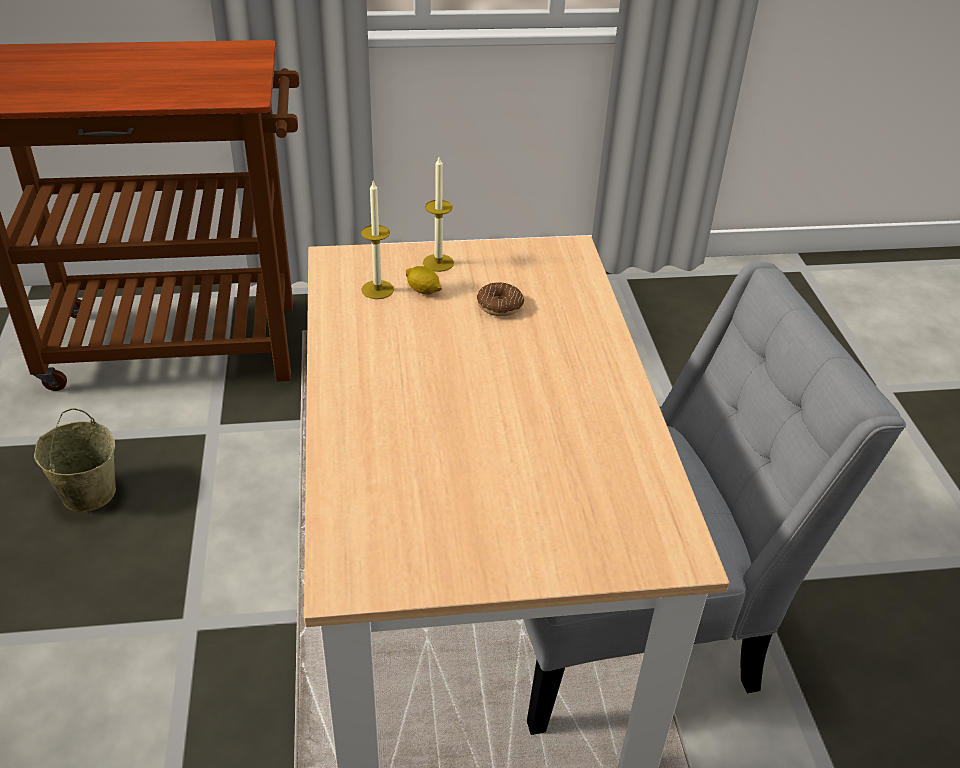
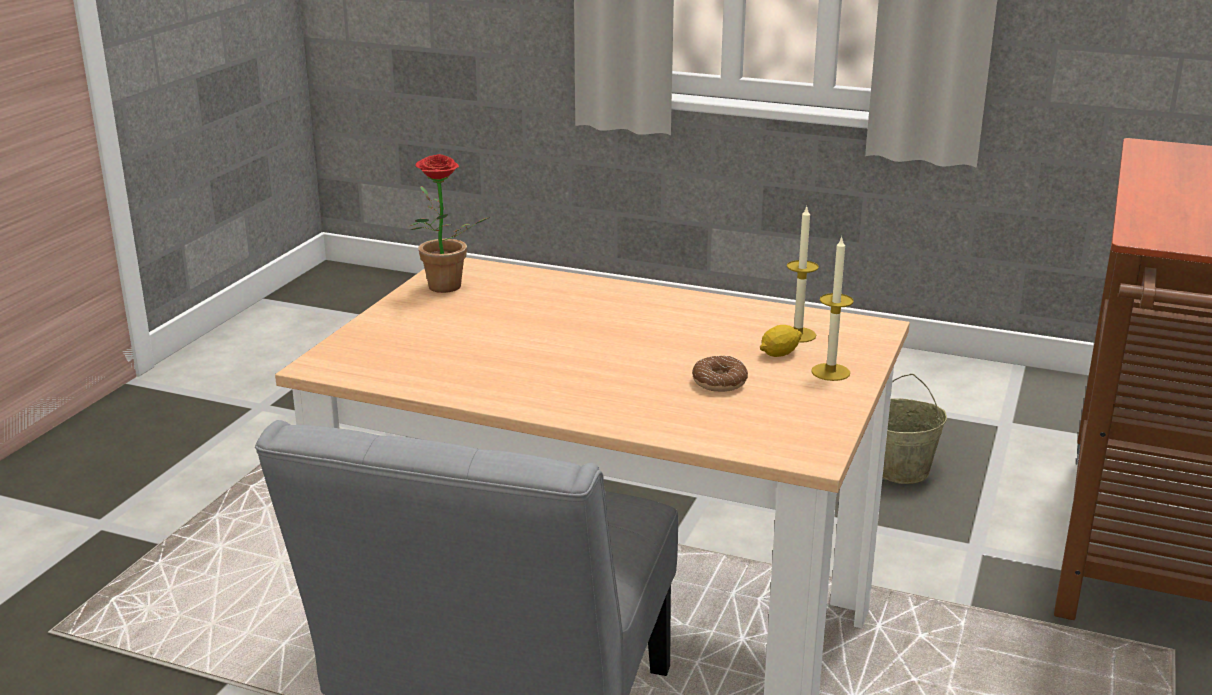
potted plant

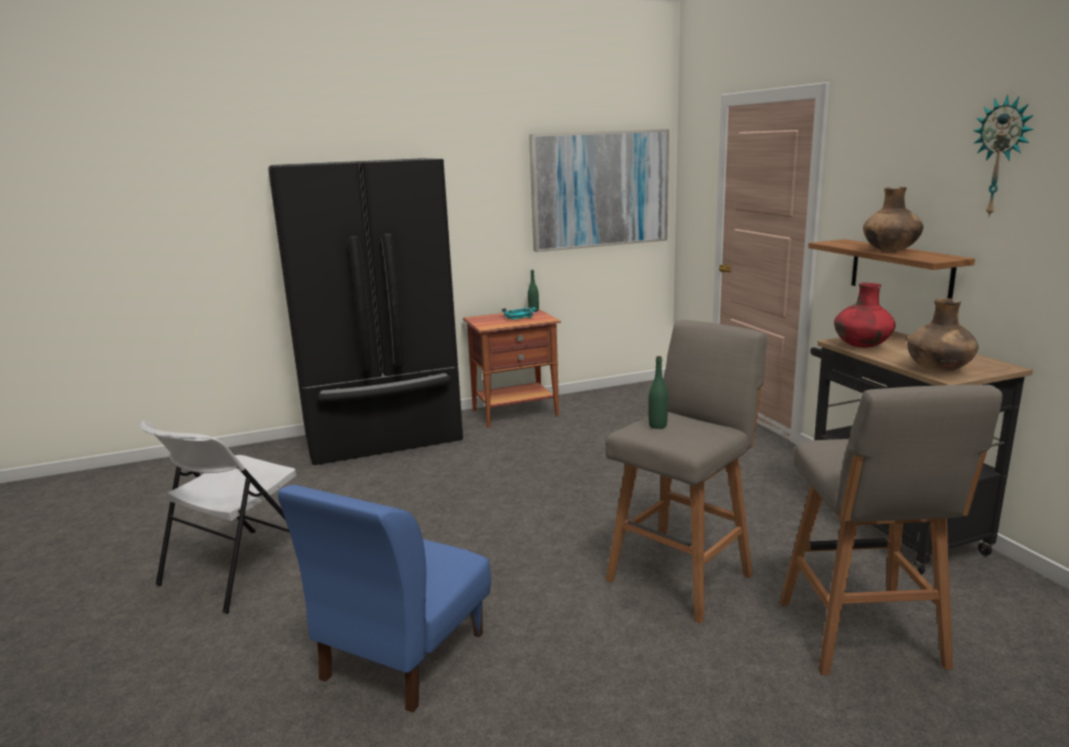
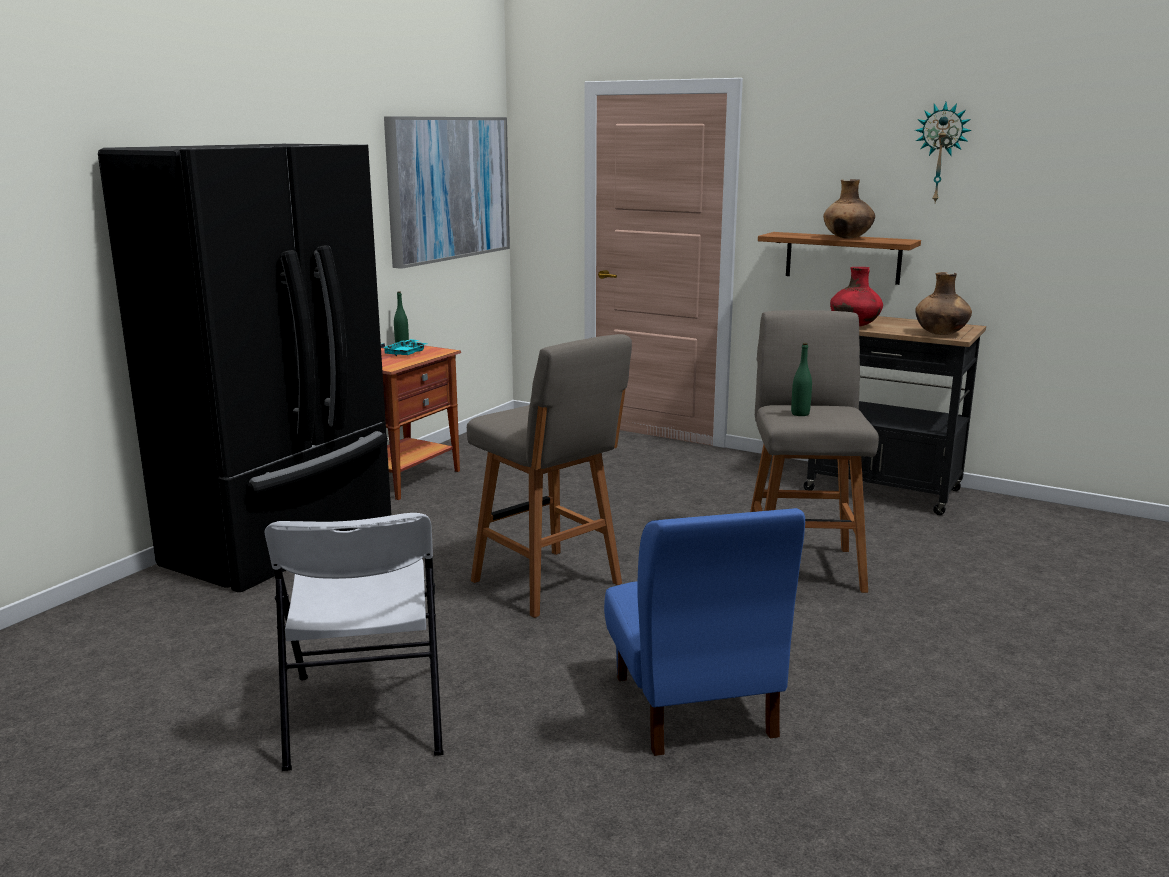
stool (grey) (no. 1 from left)

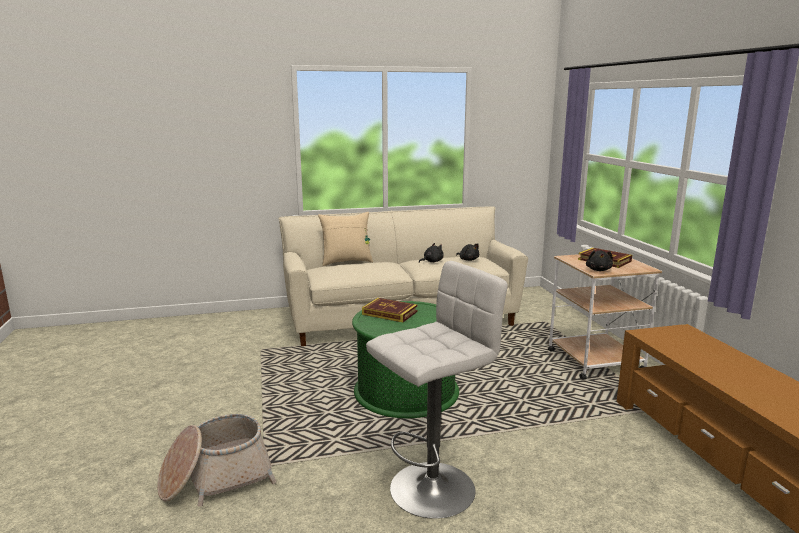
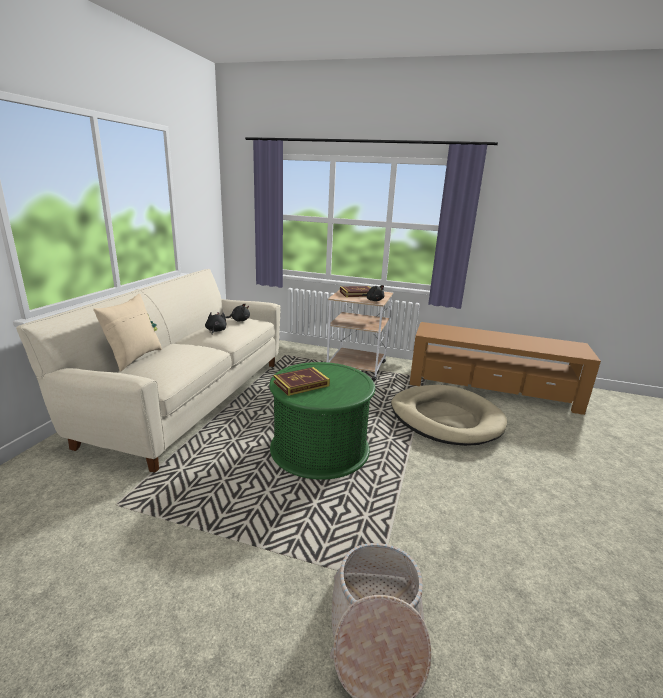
stool (white)
dog bed (beige)

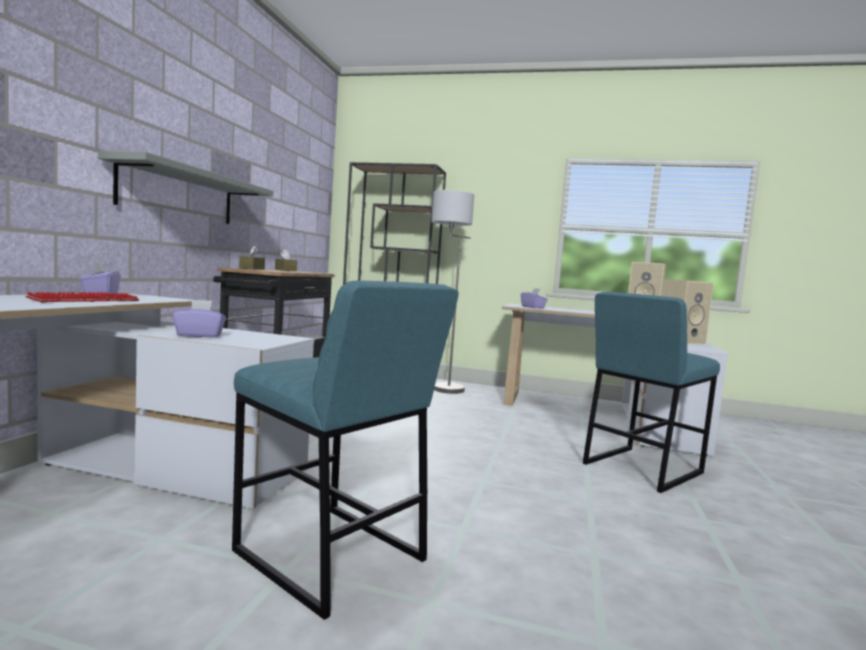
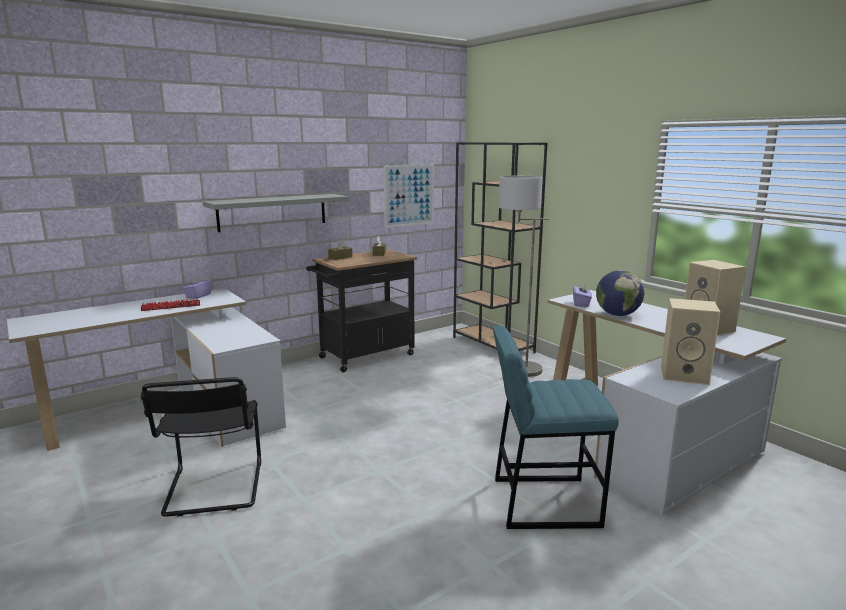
tissue box (purple) (no. 2 from left in the first image)
picture
globe
chair (black)

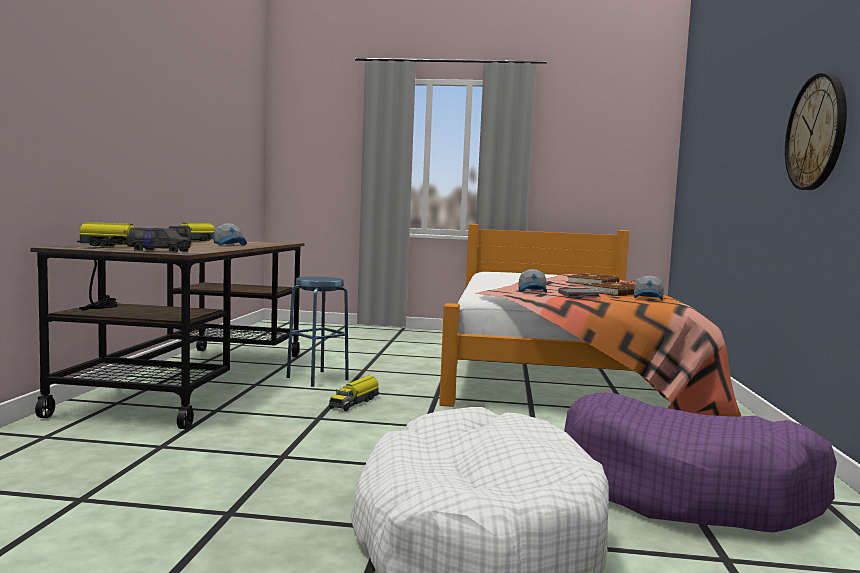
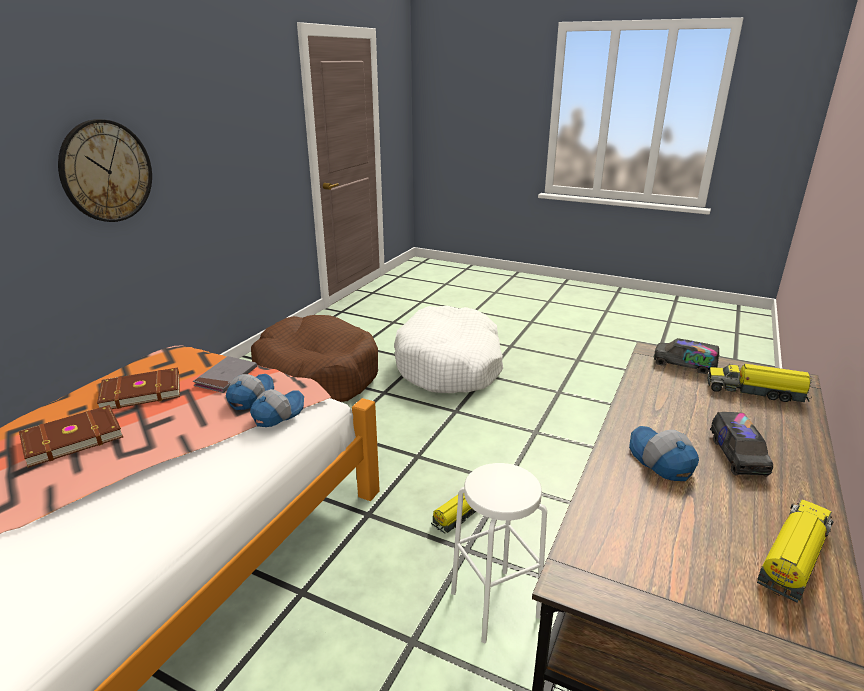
cap (no. 2 from left)
stool (white)
dog bed (brown)

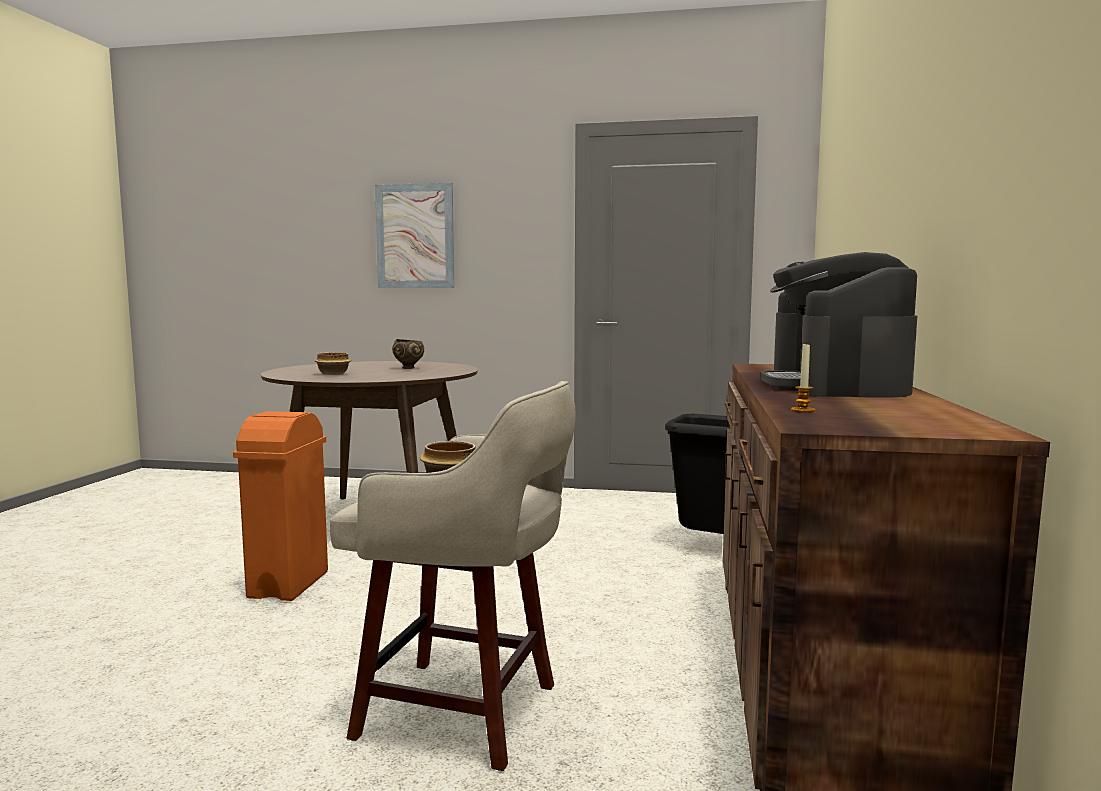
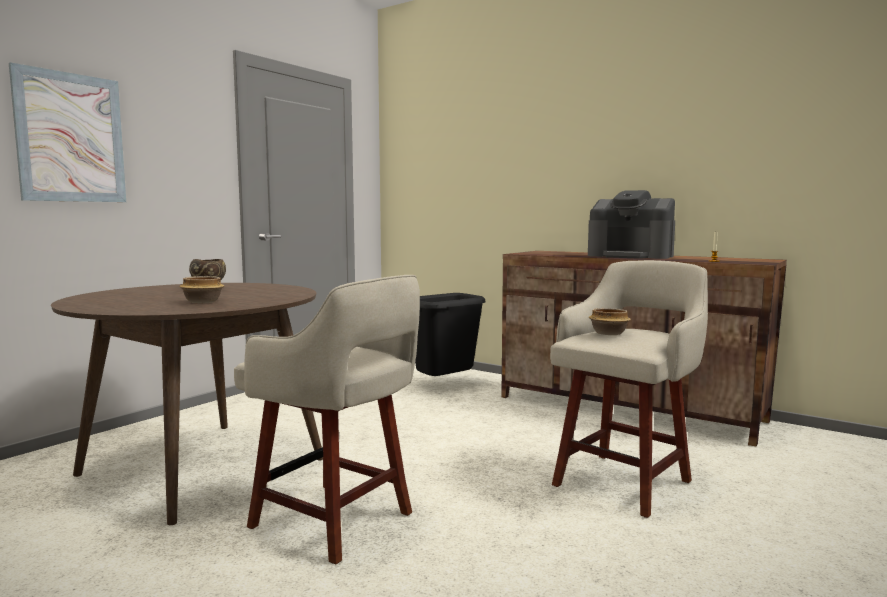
stool (beige) (no. 1 from left)

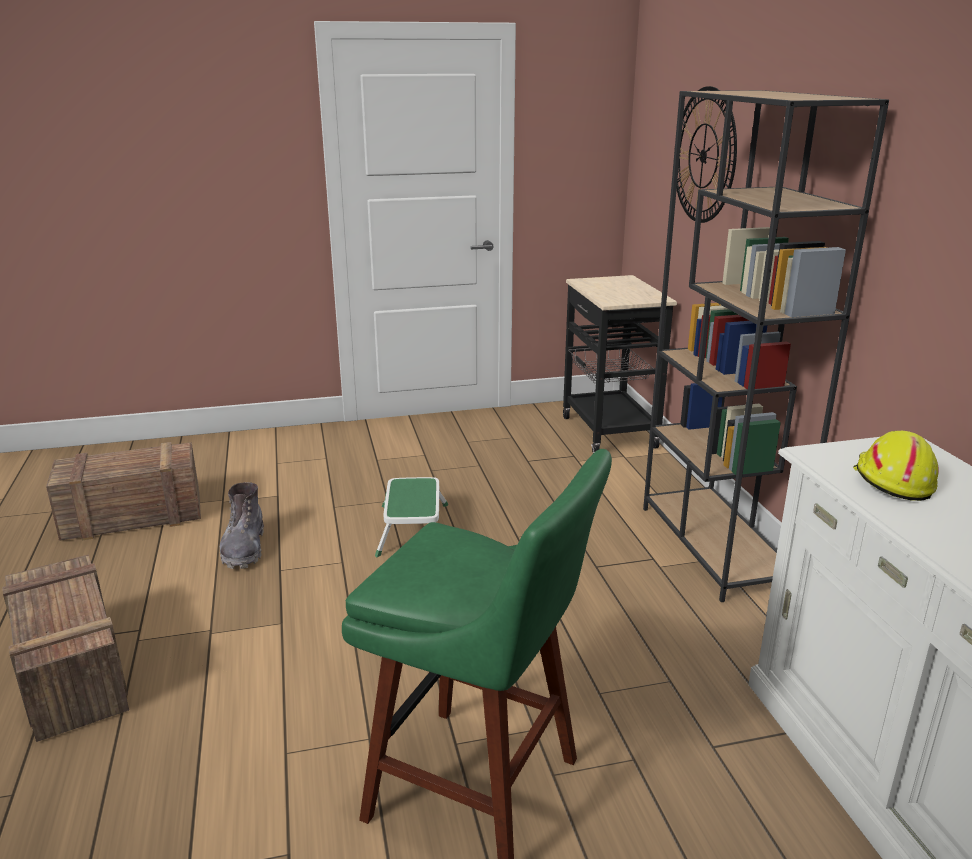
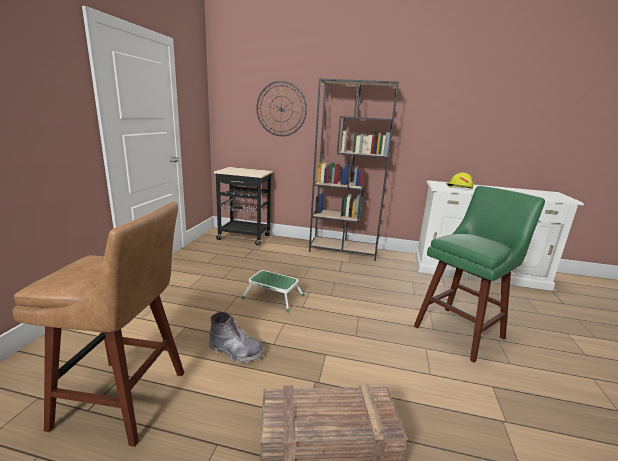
stool (brown)

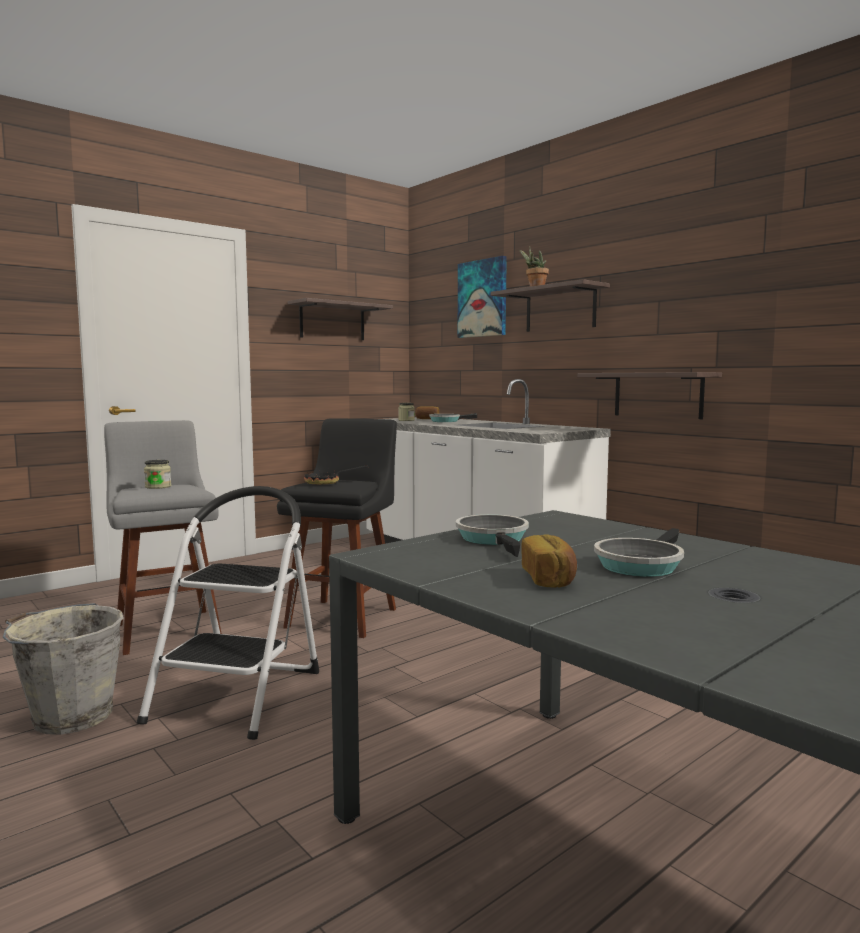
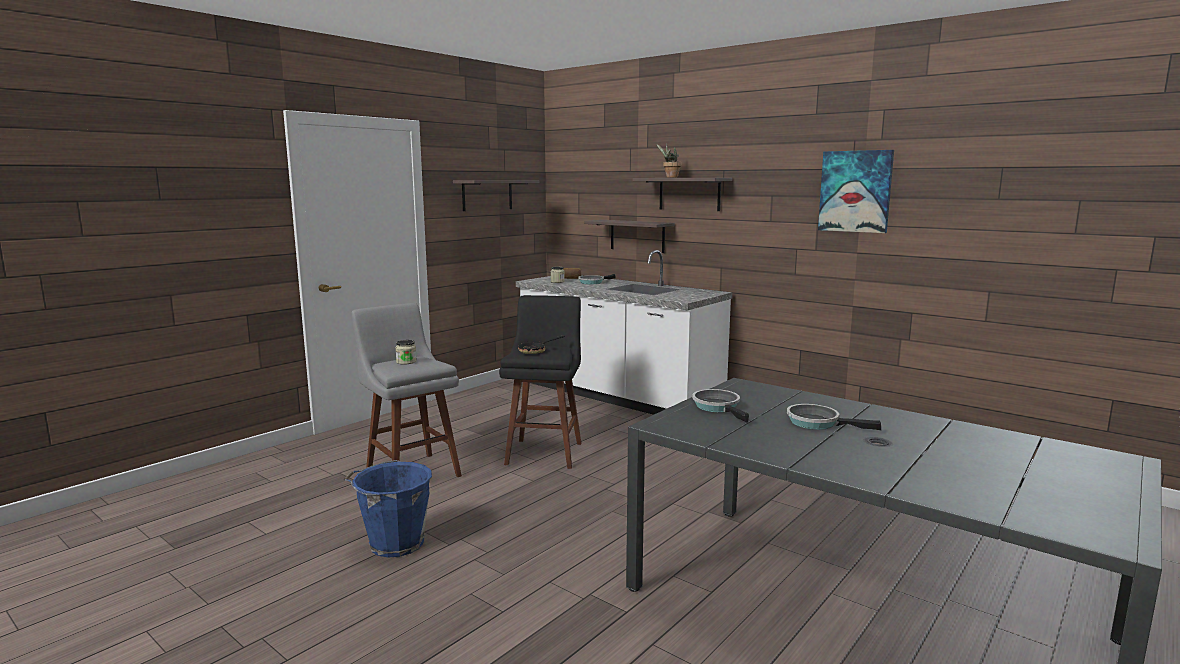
step ladder
bread (no. 2 from left in the first image)
picture
shelf (no. 2 from left)
bucket (blue)
frying pan (no. 4 from left)

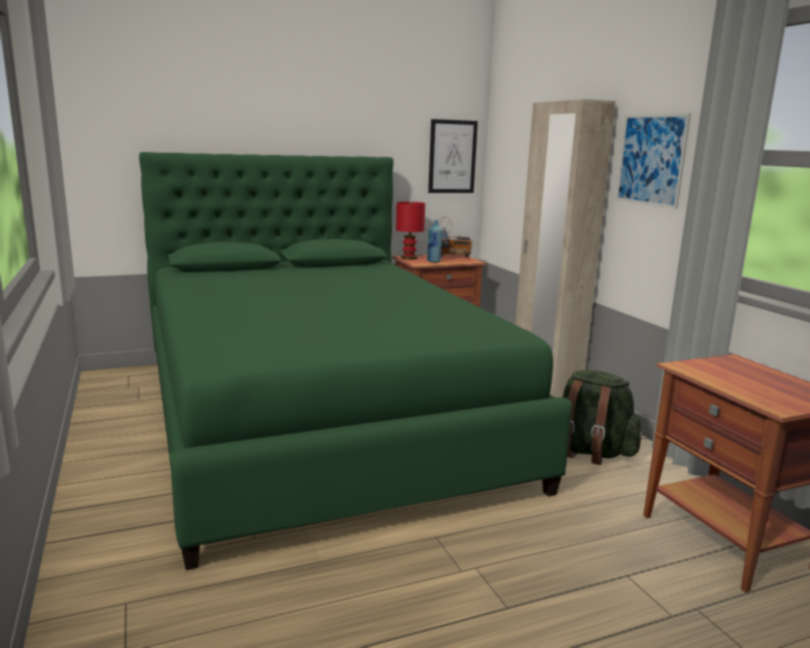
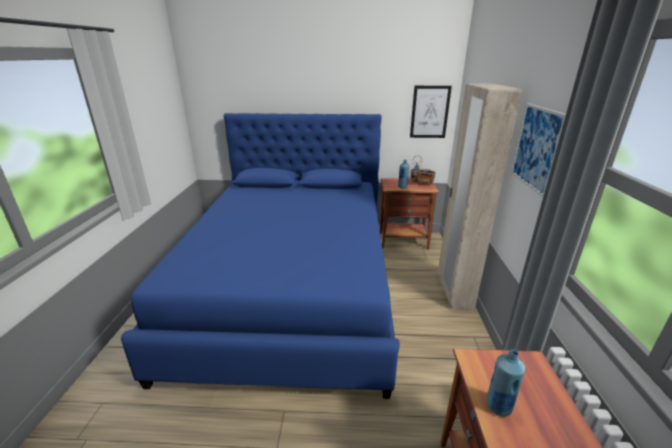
table lamp (red)
backpack (green)
bottle (blue) (no. 2 from left)
bed (blue)

